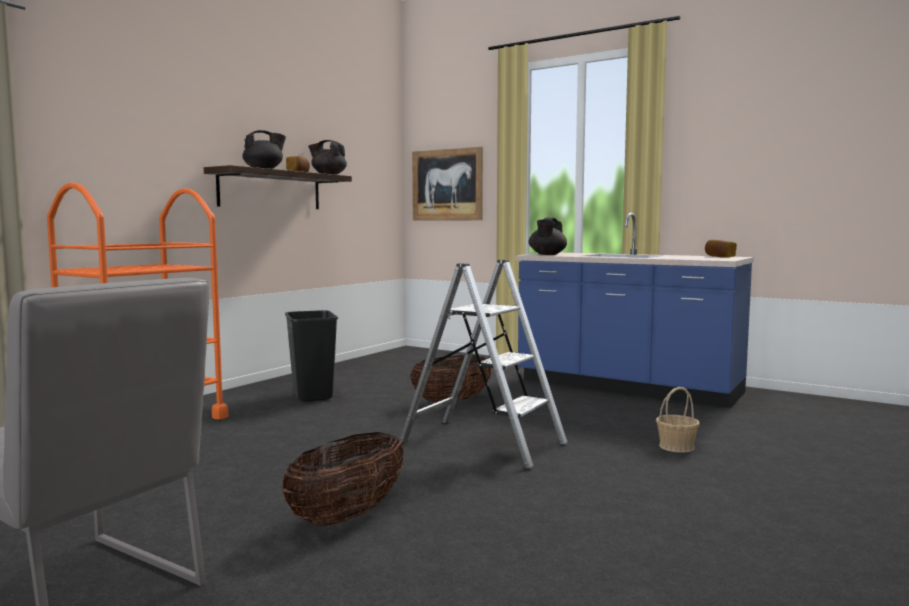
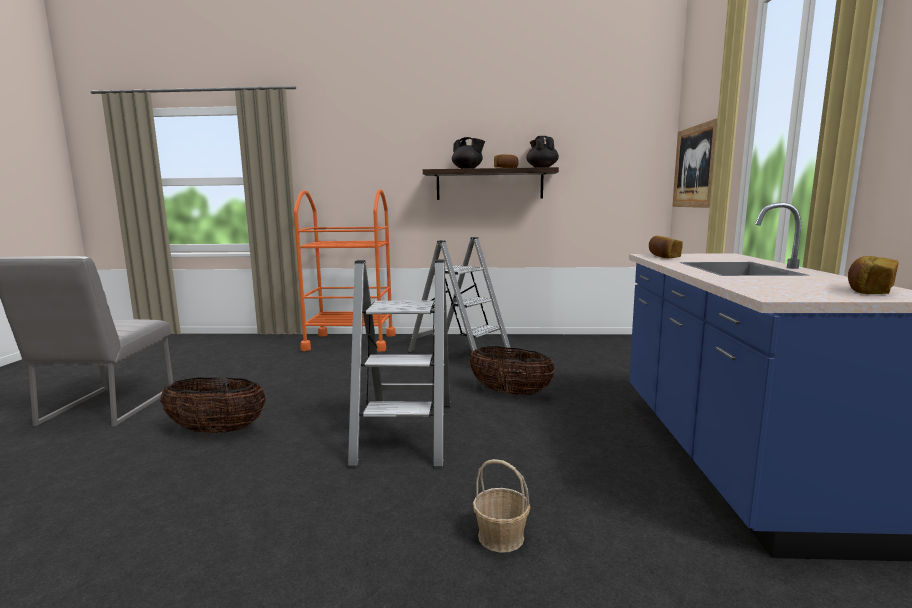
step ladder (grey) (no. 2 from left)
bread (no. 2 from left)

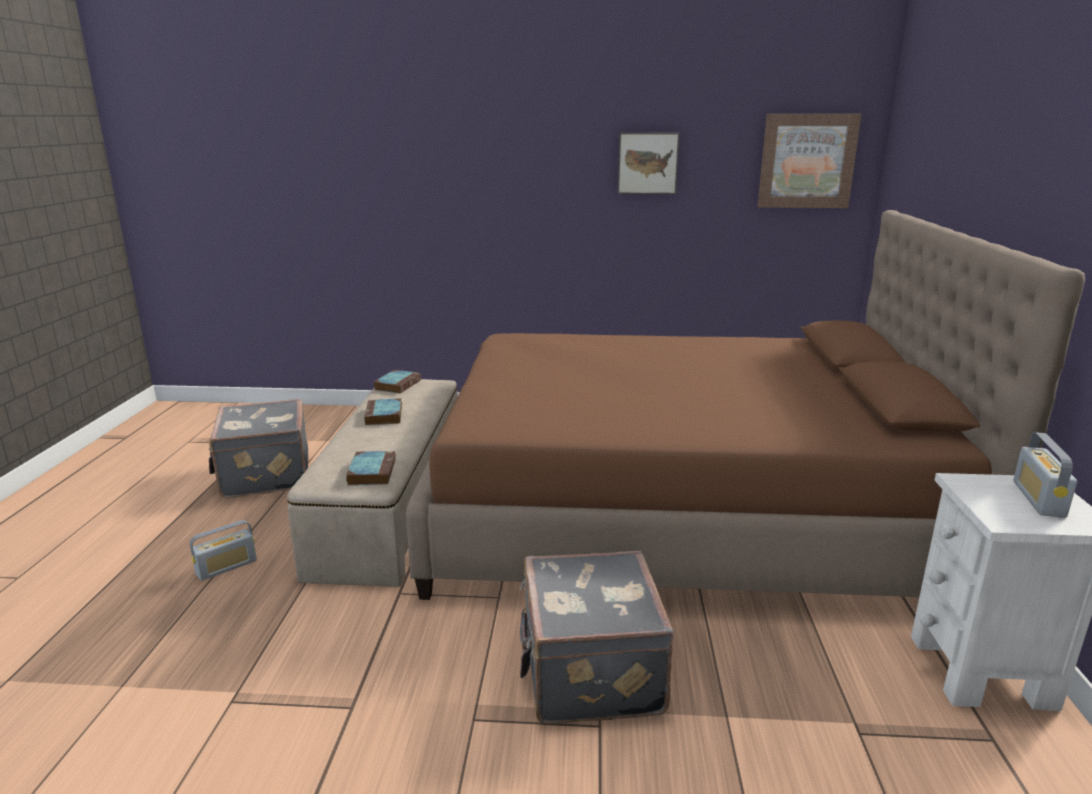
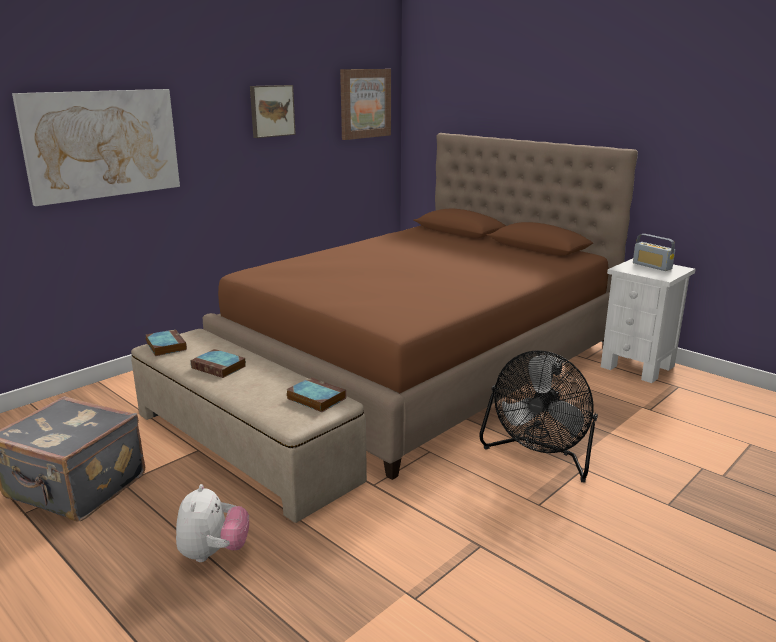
picture (no. 1 from left)
plush toy
fan (black)

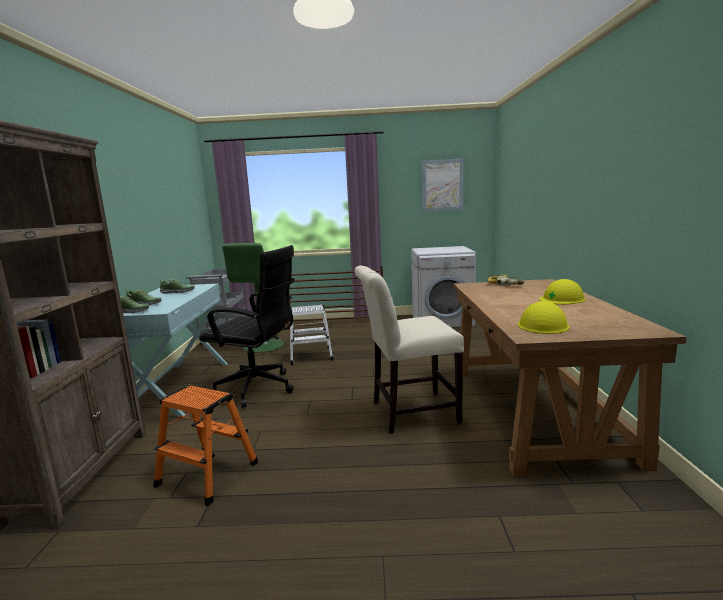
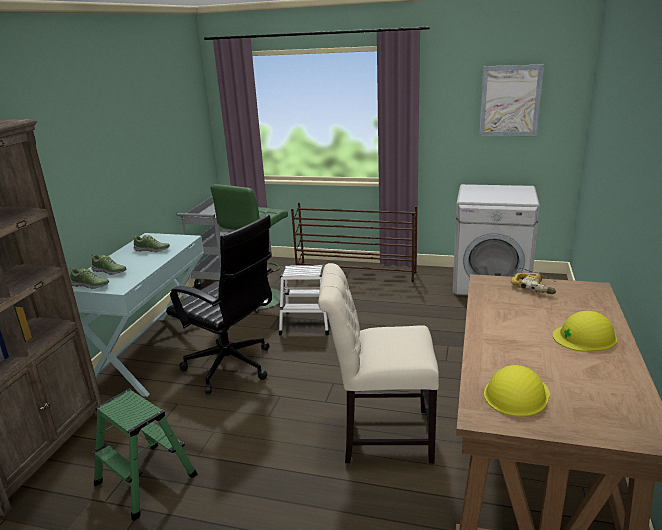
step ladder (green)

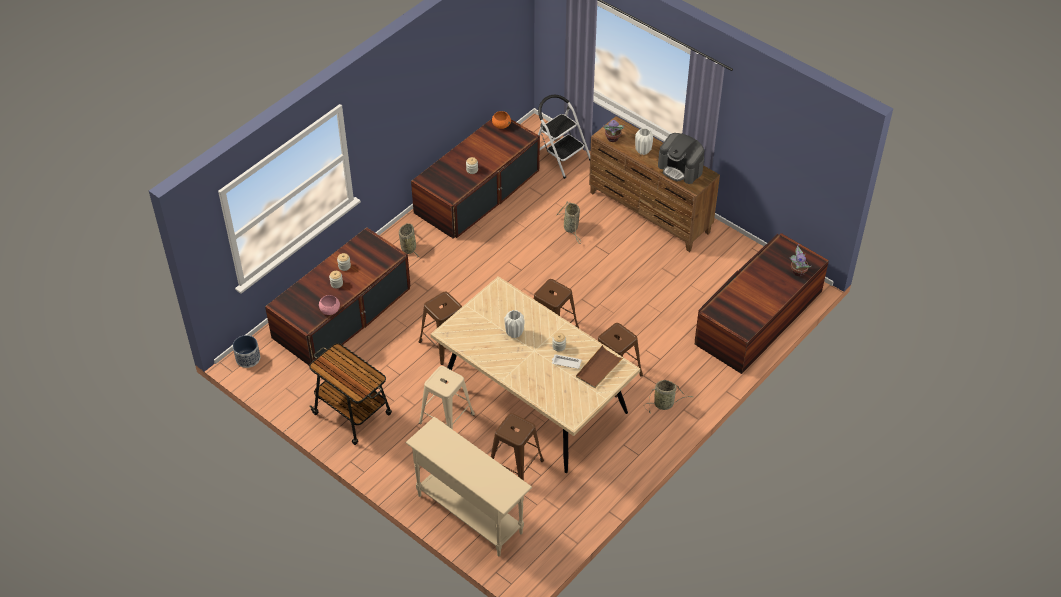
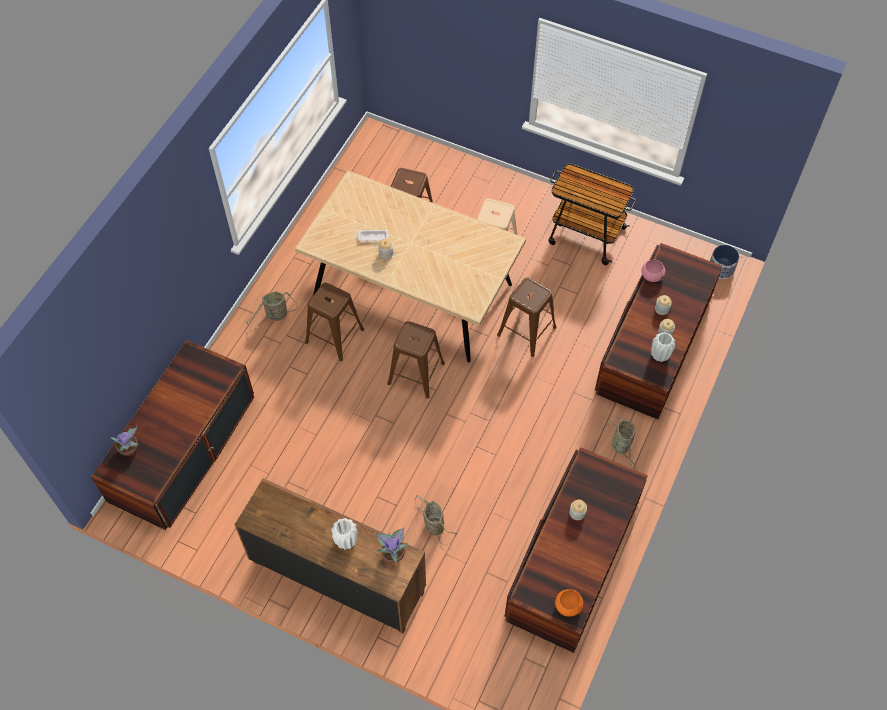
console table (beige)
step ladder
tray (brown)
coffee machine
vase (white) (no. 2 from left)

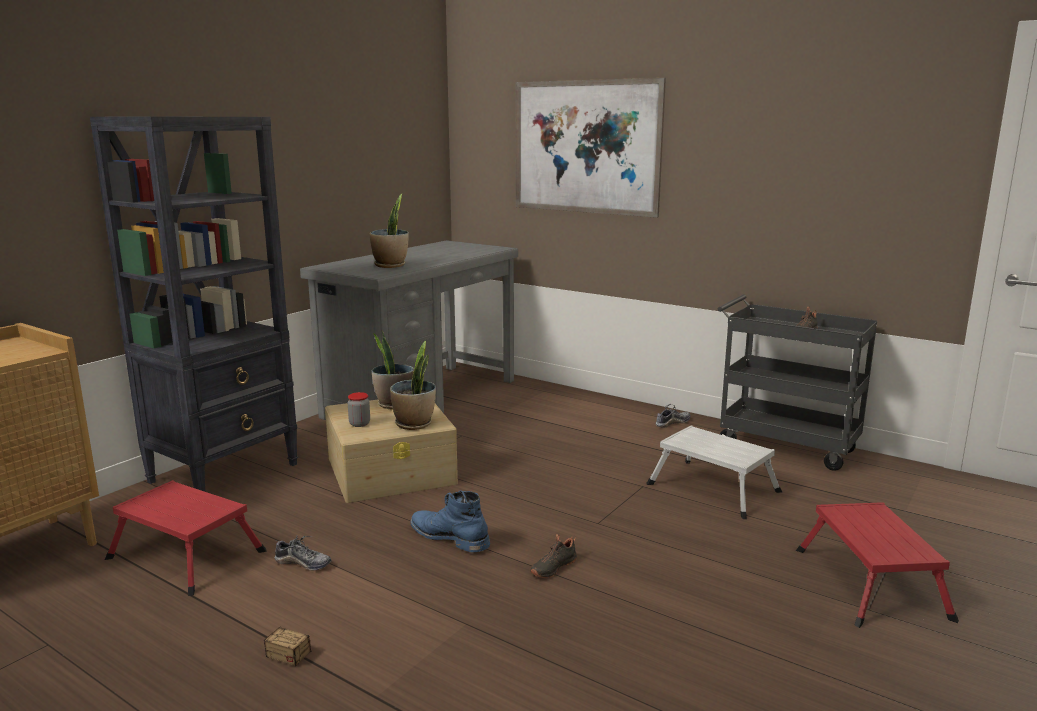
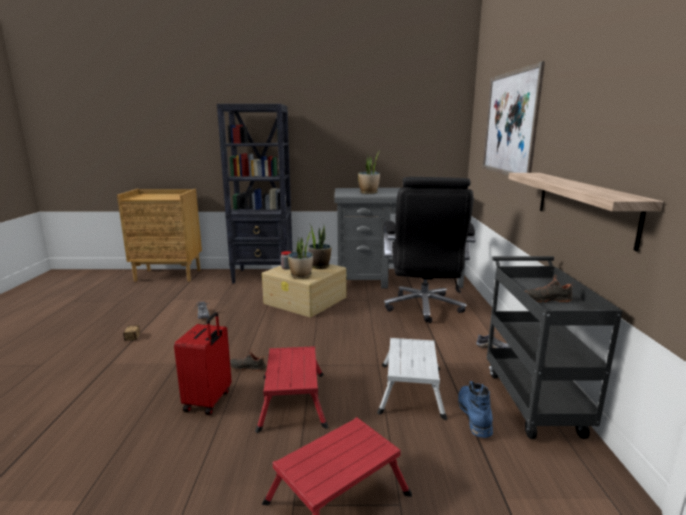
suitcase (red)
office chair (black)
shelf
step ladder (red) (no. 1 from left)
boot (blue)

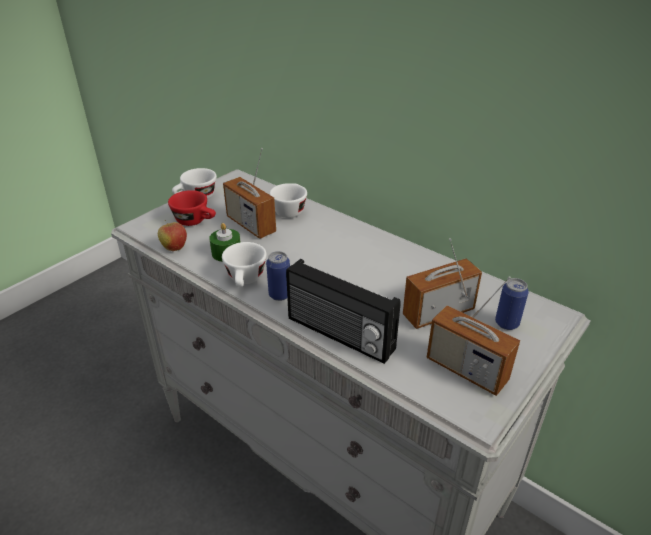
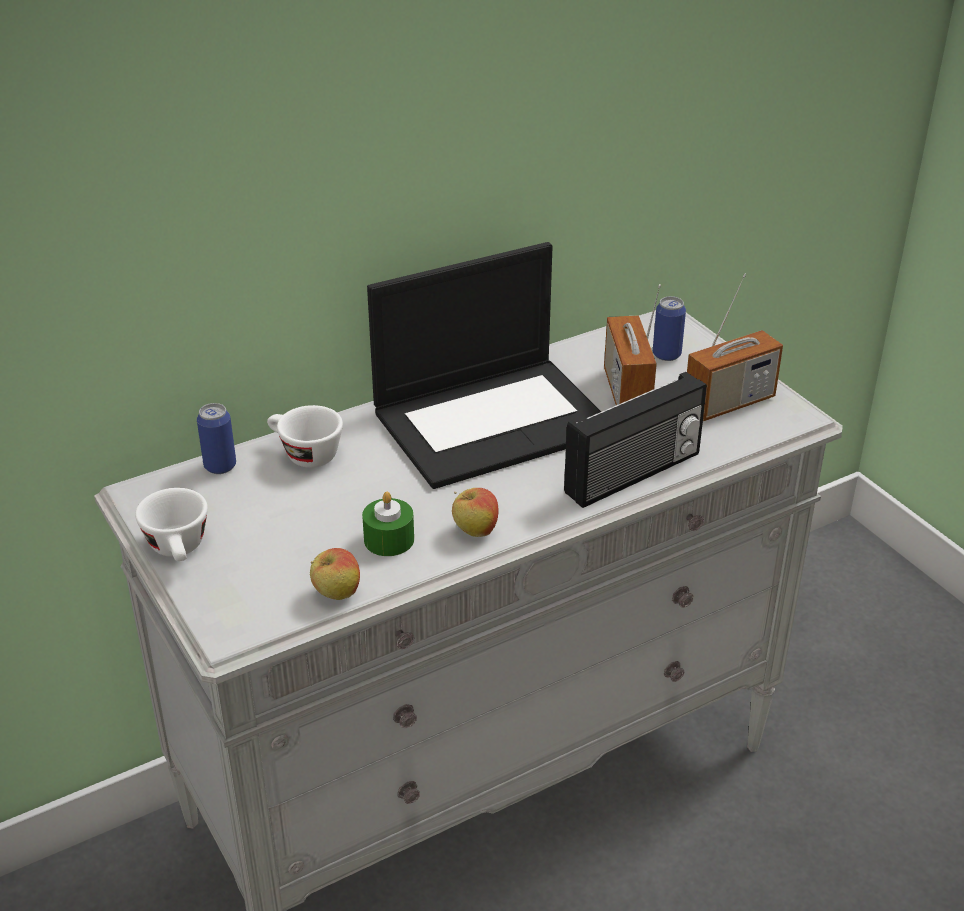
cup (red)
radio (no. 1 from left in the first image)
laptop
can (no. 1 from left)
apple (no. 2 from left)

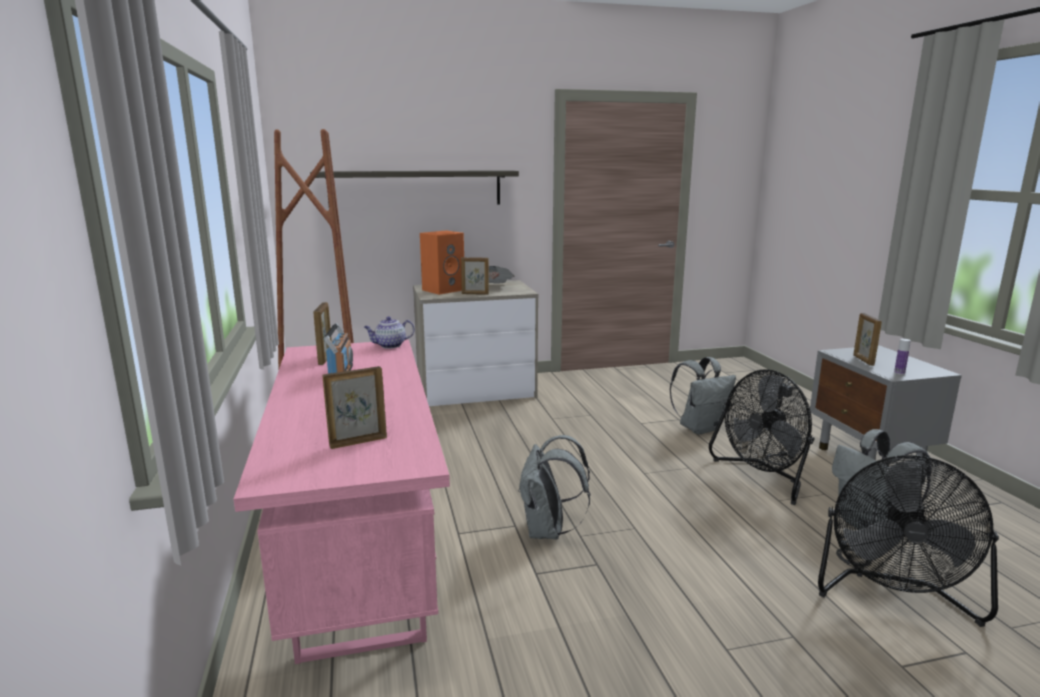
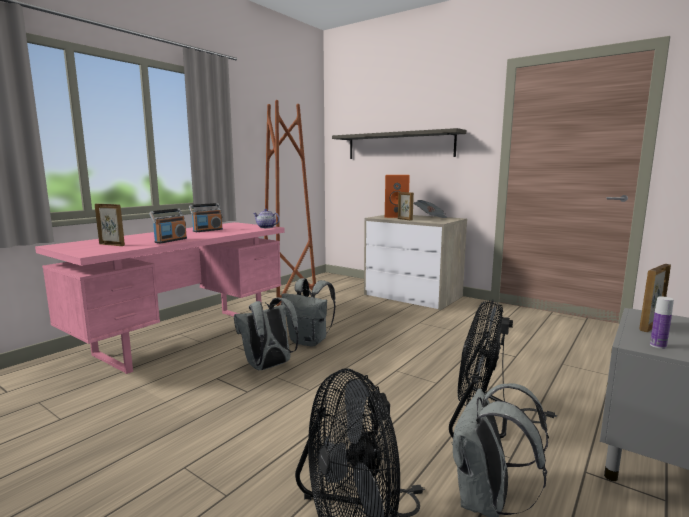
picture frame (no. 1 from left in the first image)
radio (no. 1 from left)
backpack (grey) (no. 2 from left)

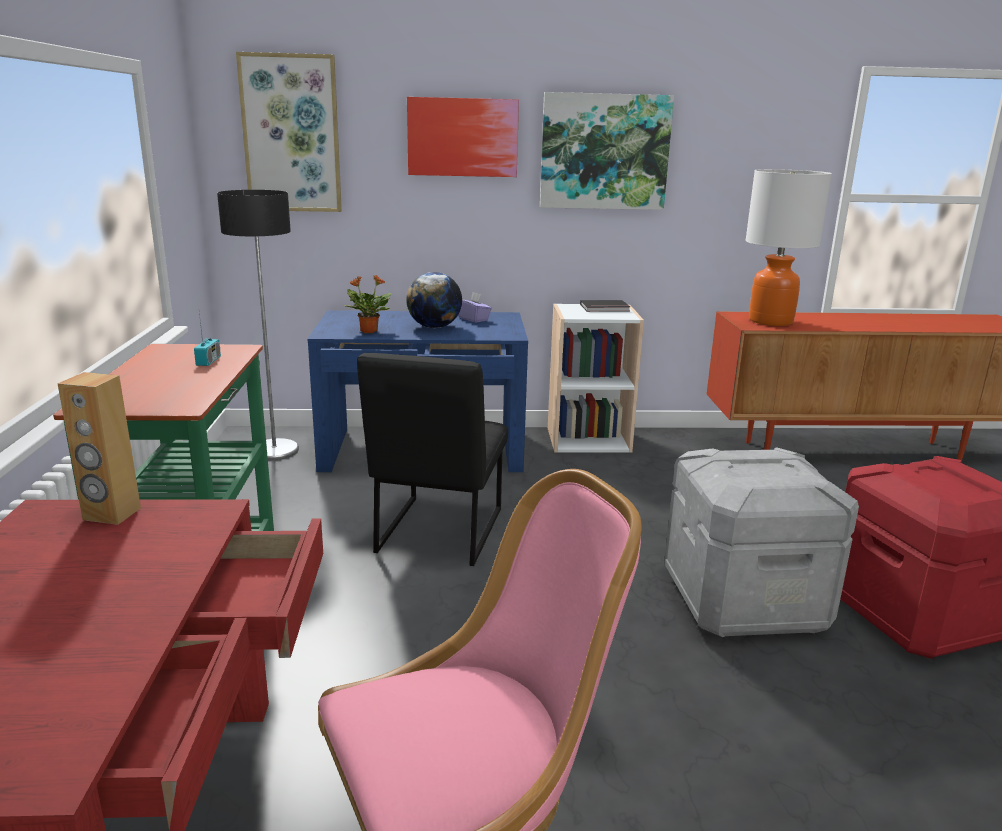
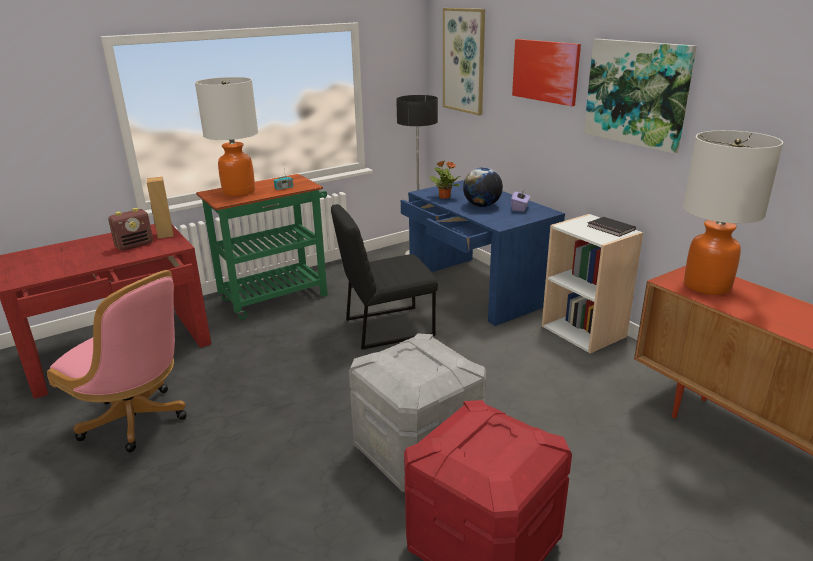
radio (no. 1 from left)
table lamp (no. 1 from left)

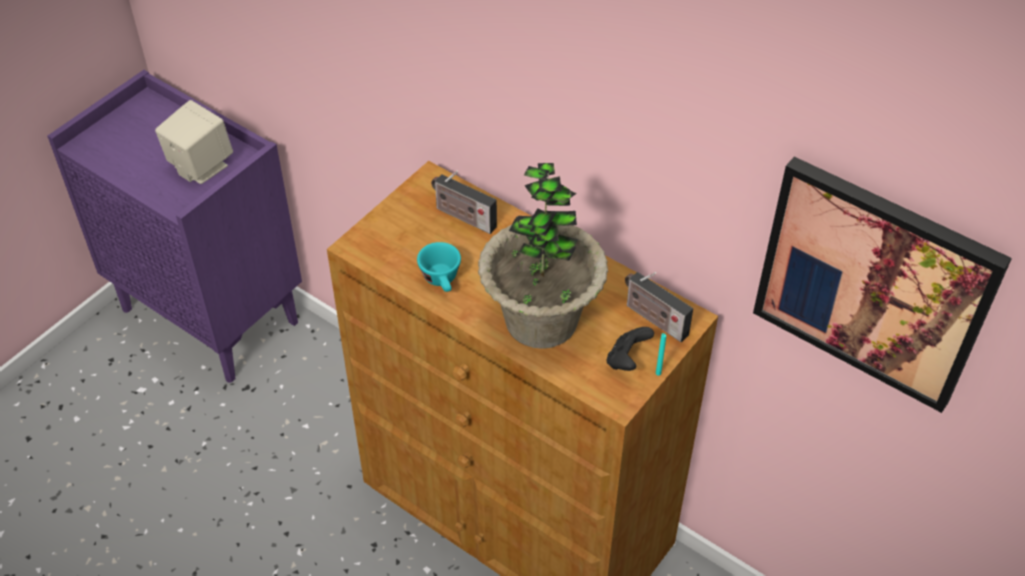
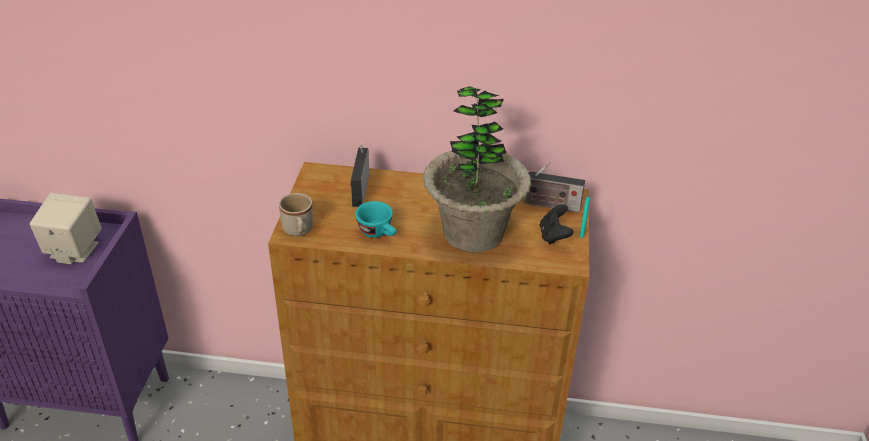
picture
mug (beige)
radio (no. 1 from left)

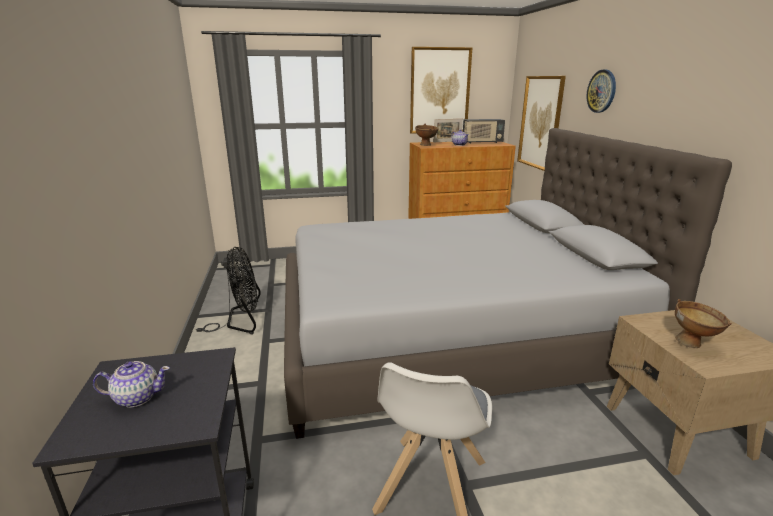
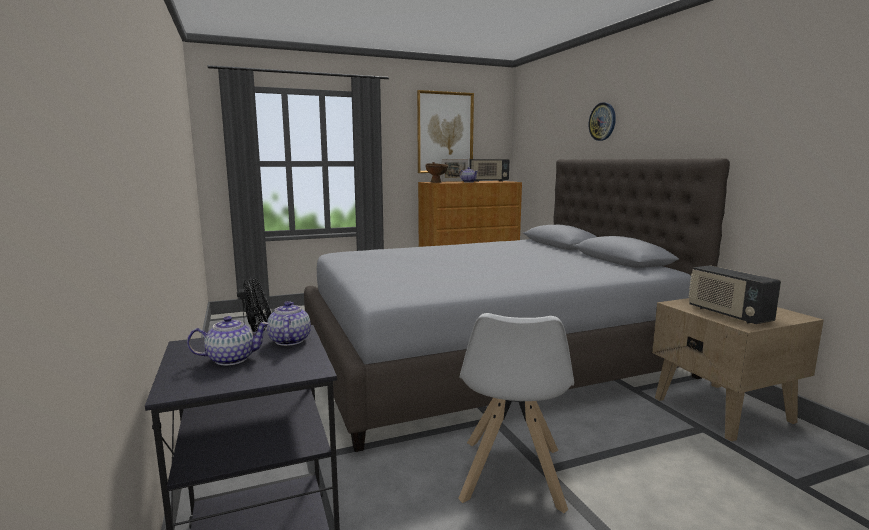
picture (no. 2 from left in the first image)
teapot (no. 2 from left)
radio (no. 2 from left)

